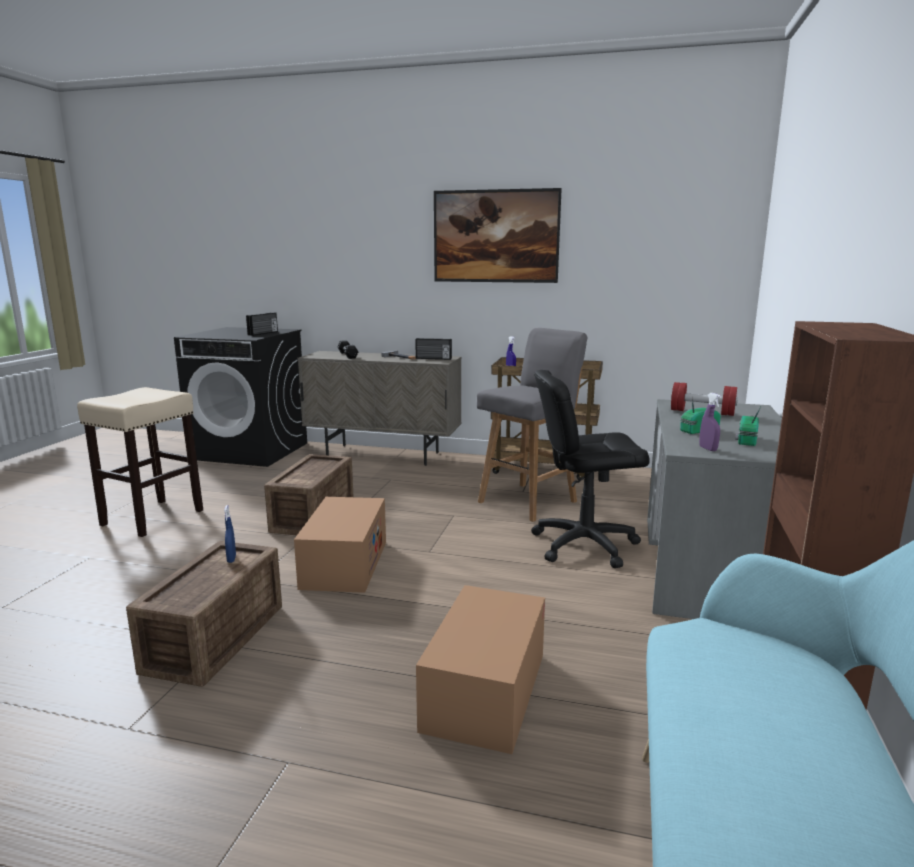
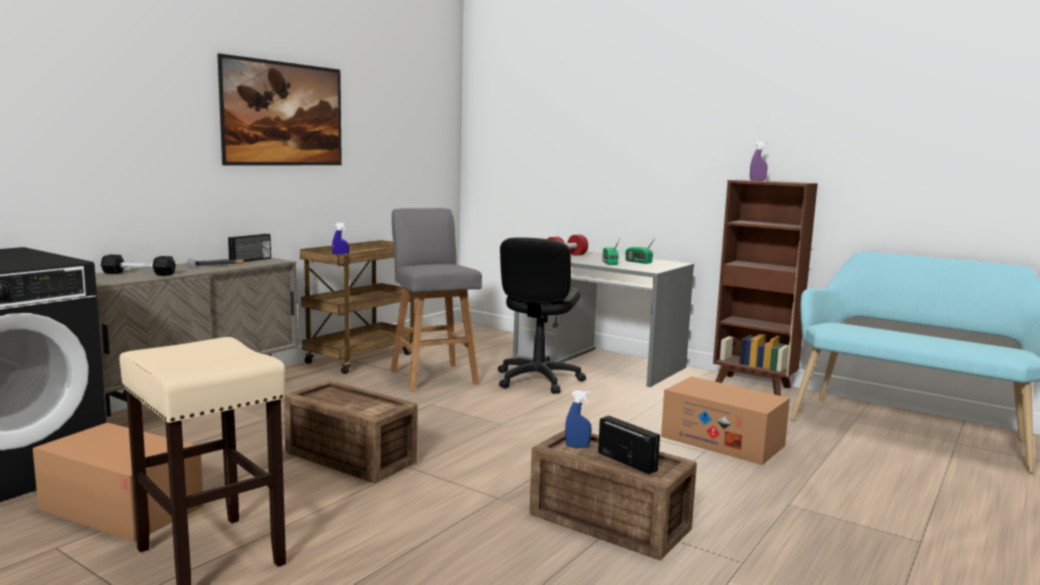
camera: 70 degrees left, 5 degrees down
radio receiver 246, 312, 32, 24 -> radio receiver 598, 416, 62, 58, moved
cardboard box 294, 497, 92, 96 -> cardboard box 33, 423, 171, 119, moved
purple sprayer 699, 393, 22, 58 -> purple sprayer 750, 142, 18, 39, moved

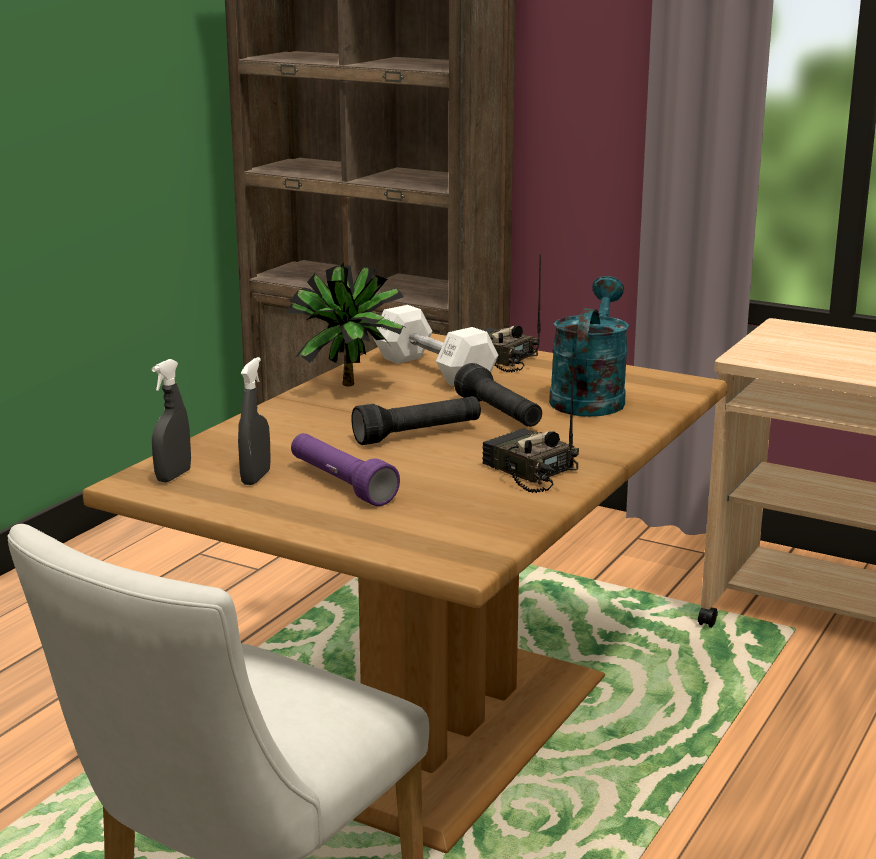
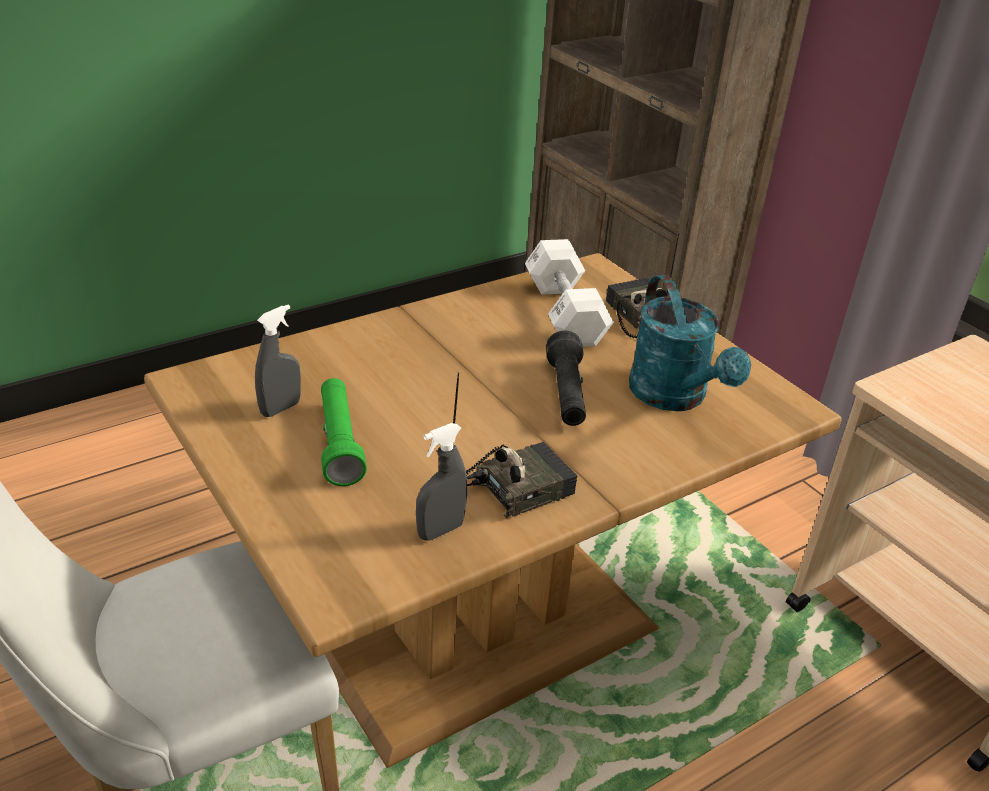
camera: 25 degrees right, 15 degrees up
gray sprayer 152, 359, 39, 123 -> gray sprayer 416, 423, 51, 118, moved
plant in a pot 286, 263, 118, 124 -> none
purple flashlight 291, 433, 109, 73 -> green flashlight 321, 378, 46, 108
black-coloured flashlight 351, 396, 130, 49 -> none
radio receiver 483, 348, 96, 145 -> radio receiver 453, 372, 124, 146, 75 degrees clockwise
blue-green sprinkling can 549, 276, 80, 141 -> blue-green sprinkling can 629, 275, 122, 136, 120 degrees clockwise

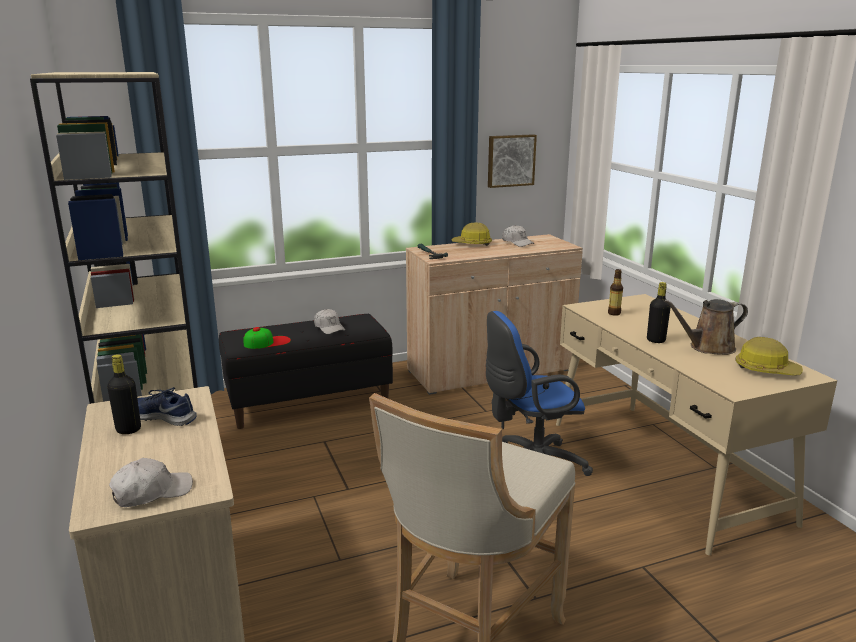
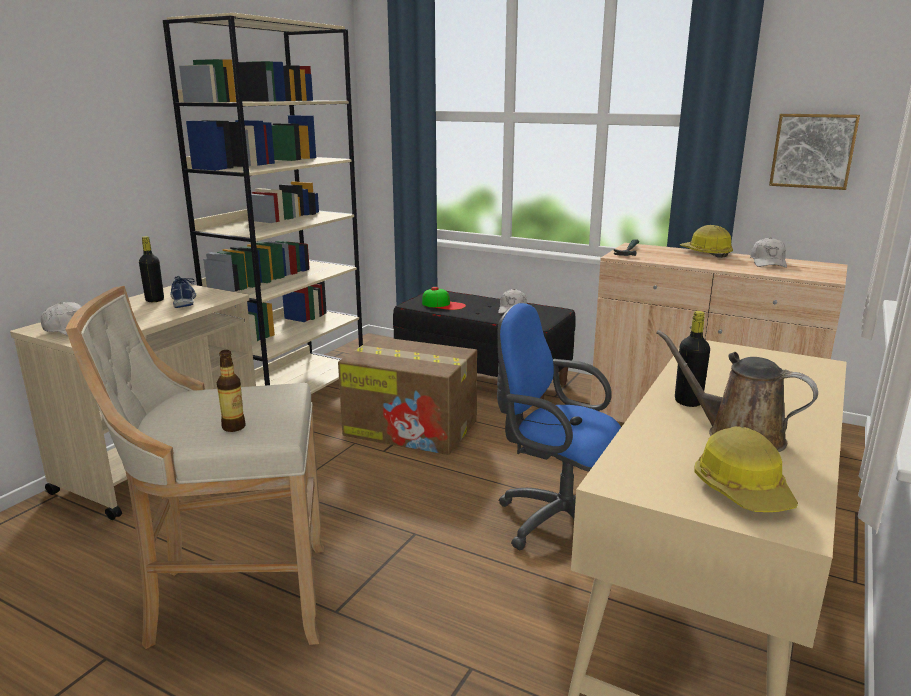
camera: 50 degrees right, 0 degrees up
beverage bottle 608, 269, 15, 47 -> beverage bottle 217, 350, 29, 82, moved
none -> cardboard box 338, 336, 139, 119

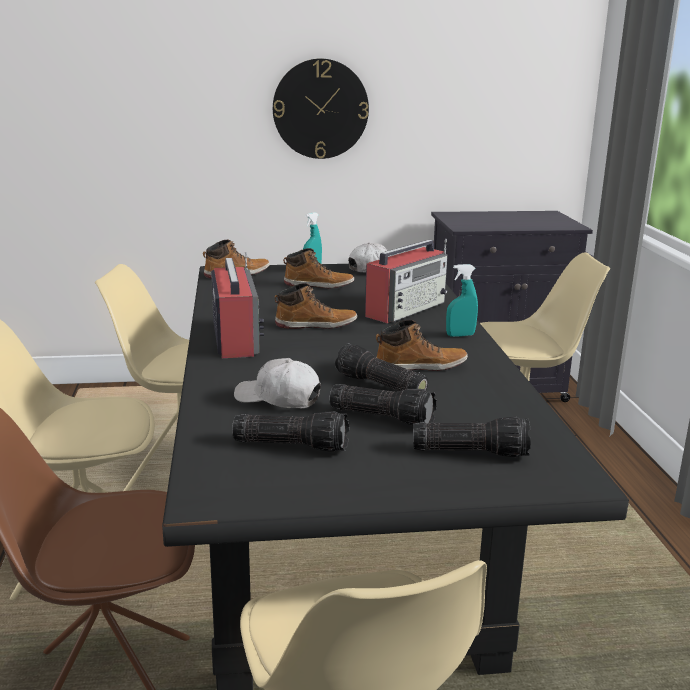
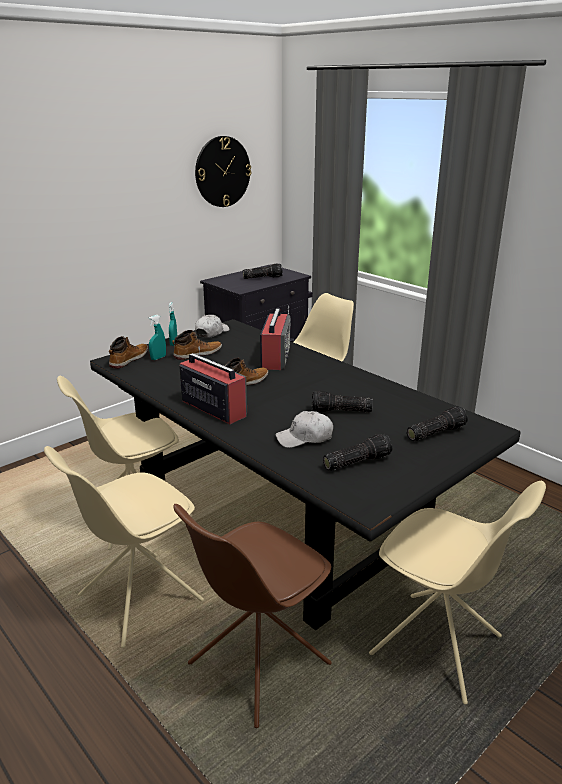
camera: 35 degrees left, 5 degrees up
wall clock 273, 59, 96, 100 -> wall clock 195, 136, 56, 71, moved
flashlight 330, 384, 107, 41 -> flashlight 243, 263, 40, 16, moved
high-top boot 376, 320, 92, 51 -> none
blue-green sprayer 446, 264, 32, 73 -> blue-green sprayer 148, 315, 18, 45, moved

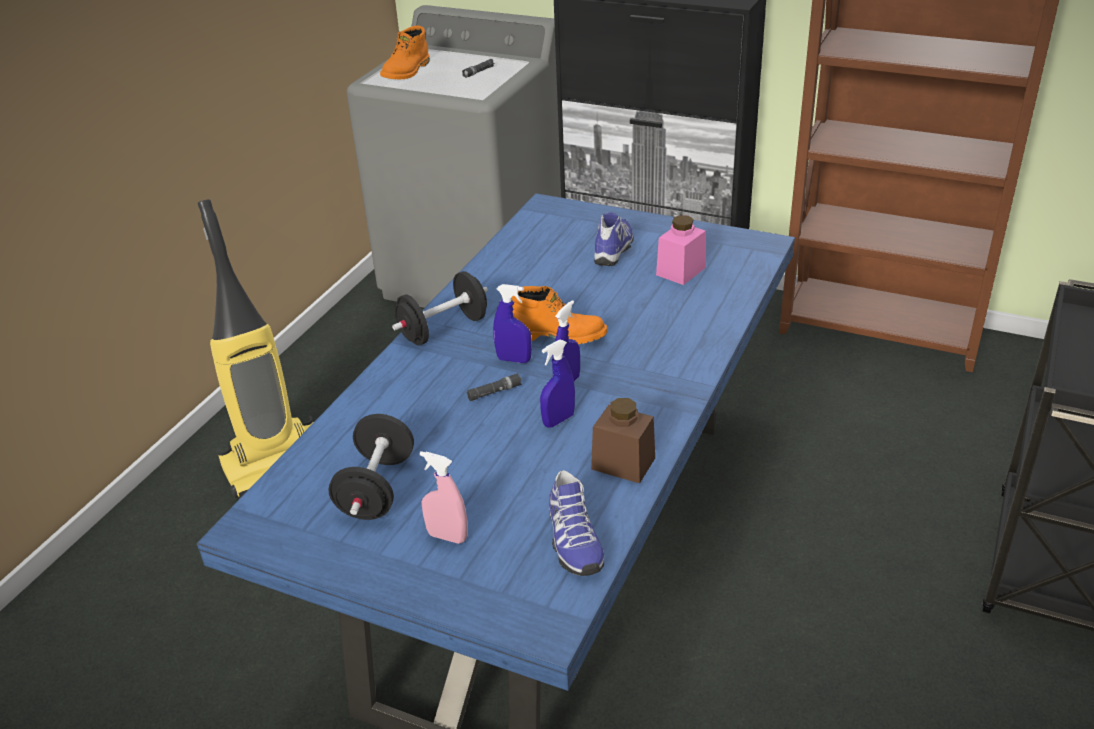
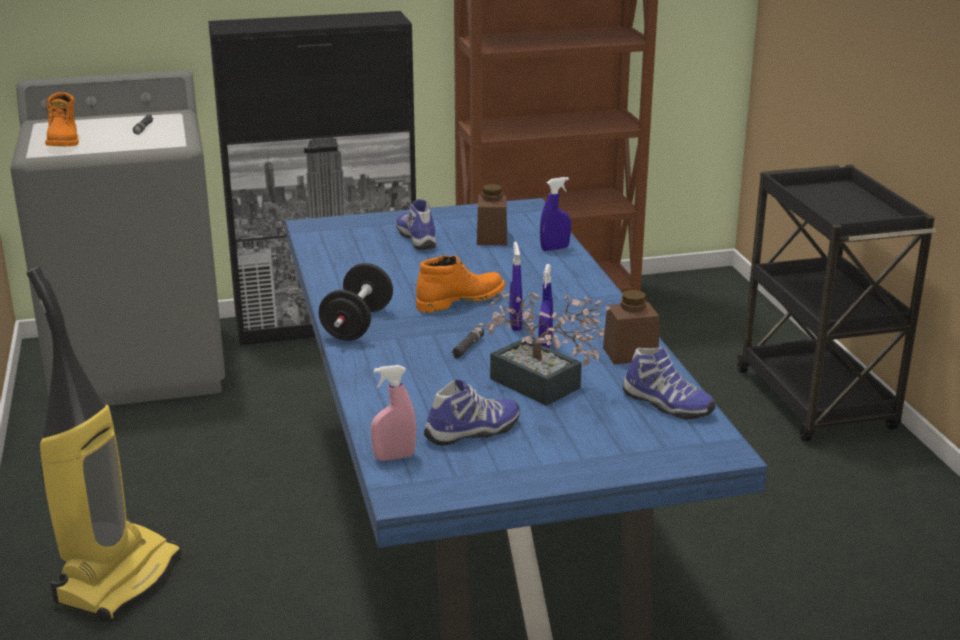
camera: 40 degrees left, 10 degrees down
black-coloured hand weight 328, 414, 86, 106 -> low shoe 424, 379, 96, 67
pink sprayer 419, 451, 48, 93 -> pink sprayer 371, 365, 45, 96, moved
blue sprayer 493, 284, 39, 79 -> blue sprayer 540, 177, 31, 74, moved
pink preserve jar 656, 215, 50, 70 -> brown preserve jar 477, 184, 30, 61
none -> plant in a pot 474, 292, 136, 114

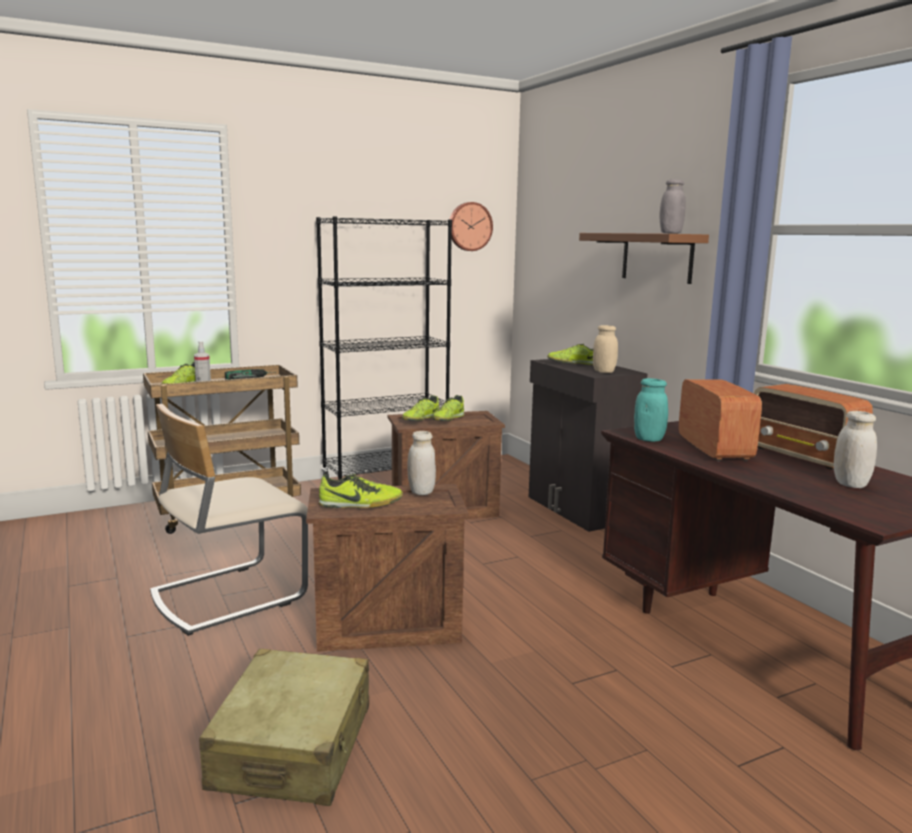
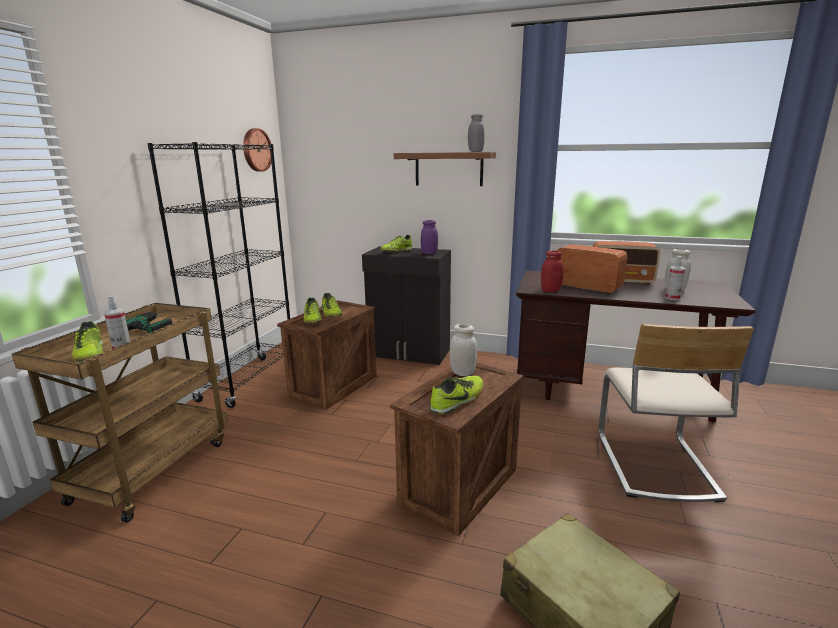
camera: 45 degrees left, 5 degrees up
sand-coloured plain chair 150, 404, 158, 232 -> sand-coloured plain chair 598, 324, 156, 178, moved
sand-coloured preserve jar 593, 325, 25, 48 -> purple preserve jar 421, 220, 17, 34
blue-green preserve jar 634, 378, 34, 64 -> red-coloured preserve jar 541, 251, 22, 42
none -> sprayer 666, 256, 19, 44

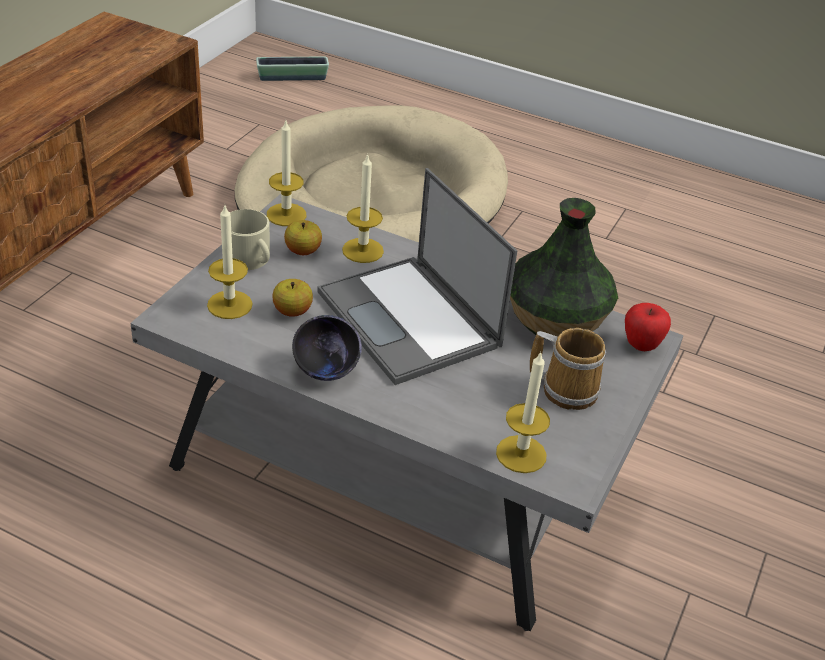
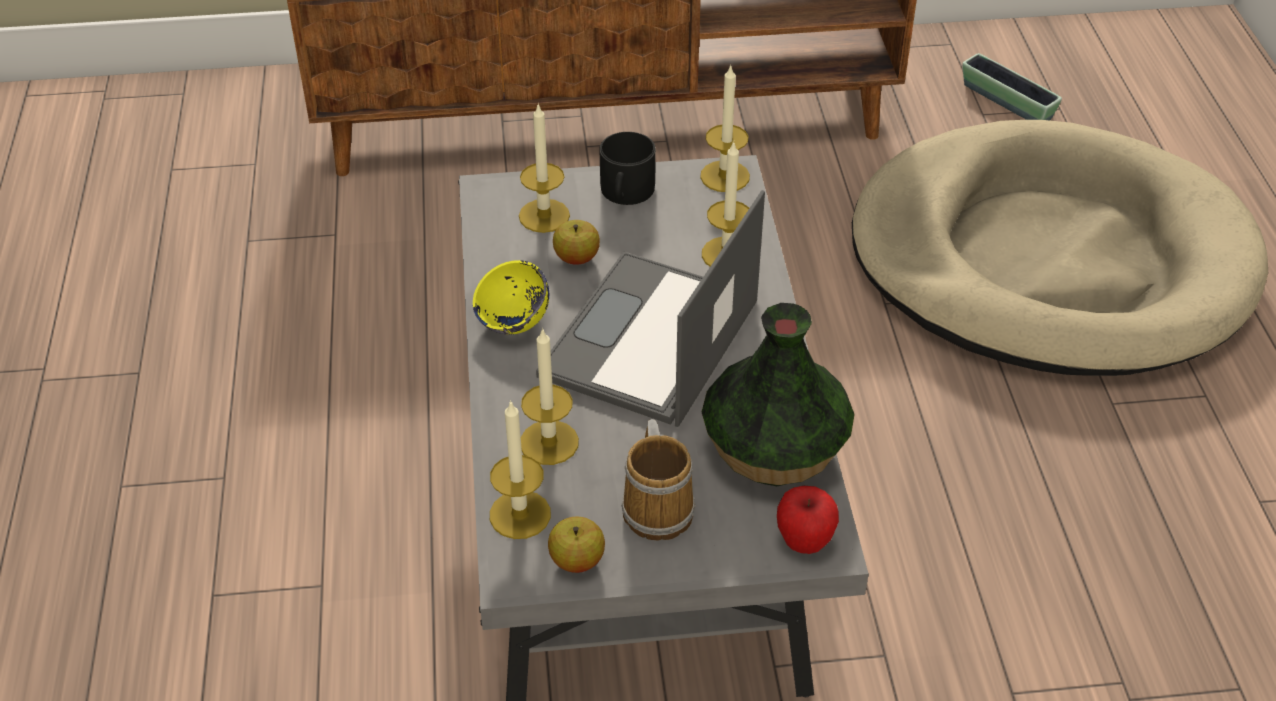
camera: 60 degrees right, 5 degrees up
sand-coloured mug 230, 209, 40, 61 -> black-coloured mug 599, 132, 57, 73
planter 256, 57, 73, 24 -> planter 962, 53, 100, 68, moved
whole apple 284, 220, 38, 35 -> whole apple 548, 517, 57, 56, moved
black-coloured serving bowl 292, 315, 70, 66 -> yellowish serving bowl 473, 260, 76, 74
none -> candle 521, 327, 58, 138

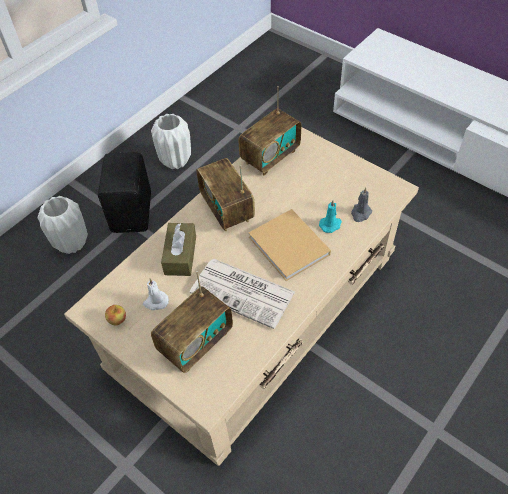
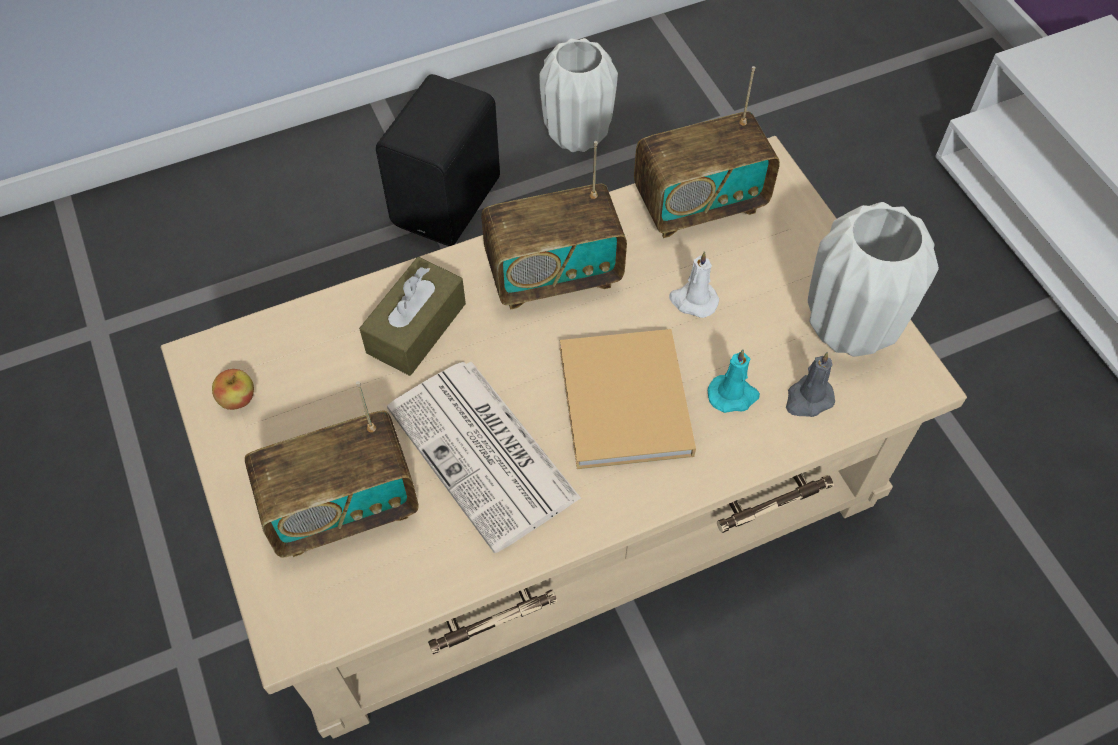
camera: 25 degrees right, 5 degrees up
white-coloured vase 38, 196, 50, 58 -> white-coloured vase 808, 202, 131, 155, moved
white-coloured candle 143, 279, 26, 31 -> white-coloured candle 669, 251, 50, 67, moved
radio receiver 196, 158, 59, 74 -> radio receiver 481, 141, 146, 169, 105 degrees counterclockwise

